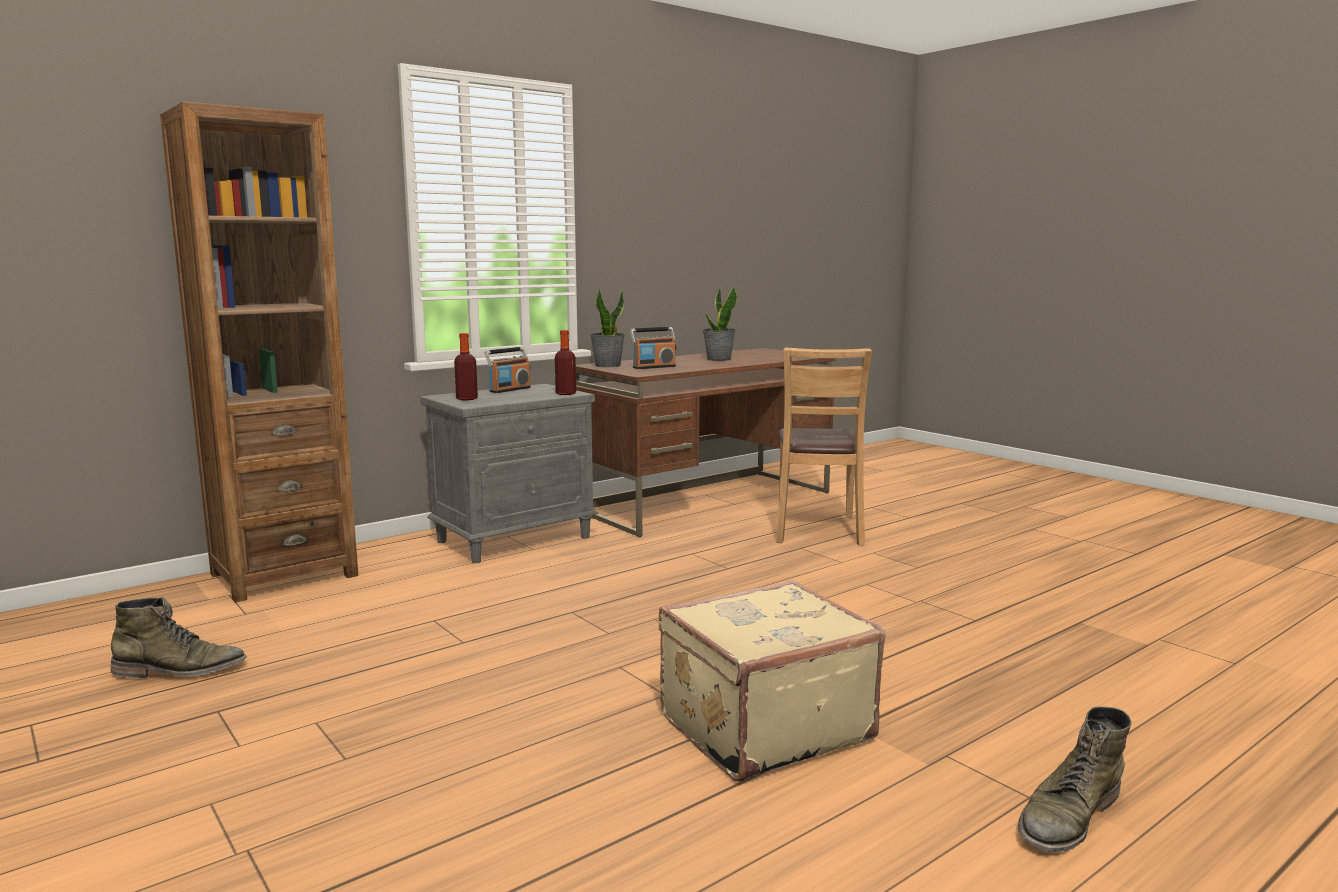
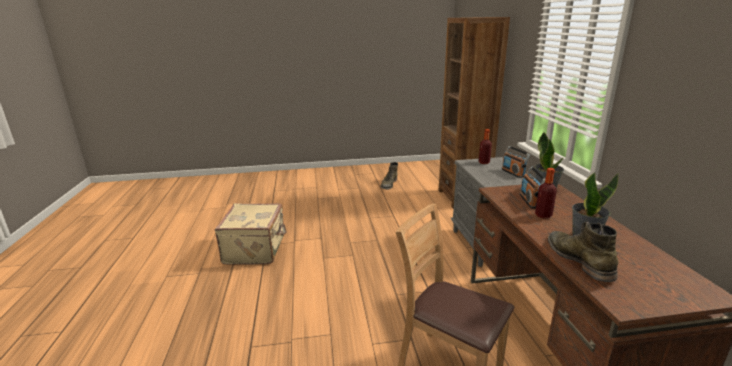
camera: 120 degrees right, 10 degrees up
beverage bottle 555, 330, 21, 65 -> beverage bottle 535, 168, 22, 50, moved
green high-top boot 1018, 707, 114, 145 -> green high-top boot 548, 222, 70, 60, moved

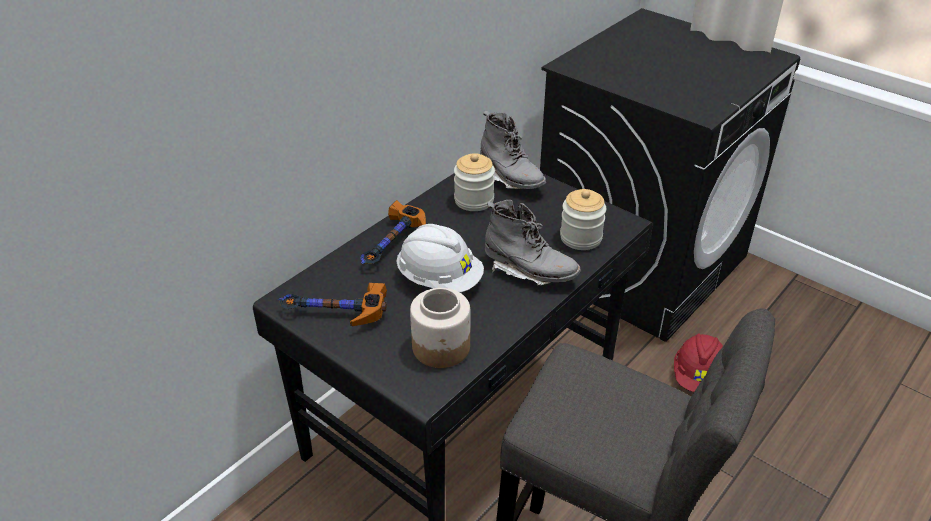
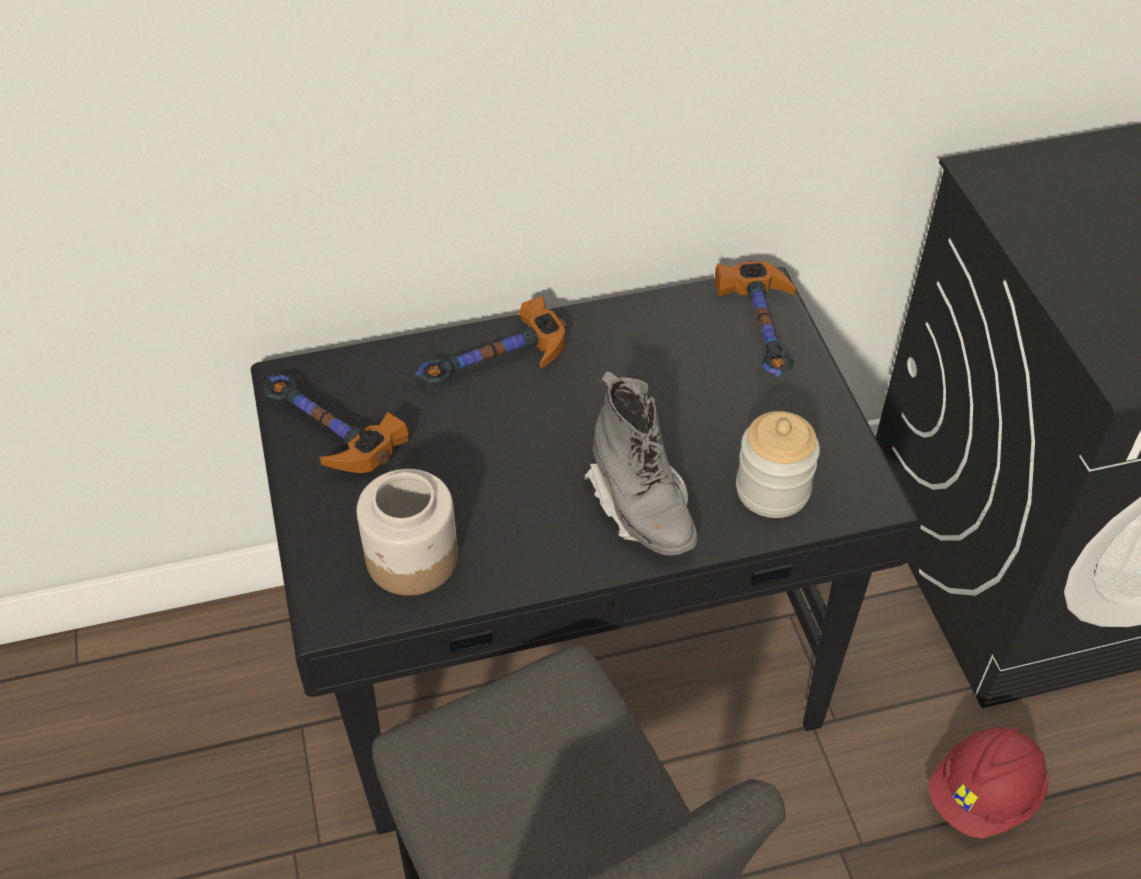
camera: 35 degrees right, 10 degrees up
white-coloured safety helmet 396, 224, 88, 68 -> none
preserve jar 454, 153, 41, 58 -> none
gray high-top boot 480, 111, 66, 78 -> hammer 715, 261, 82, 117

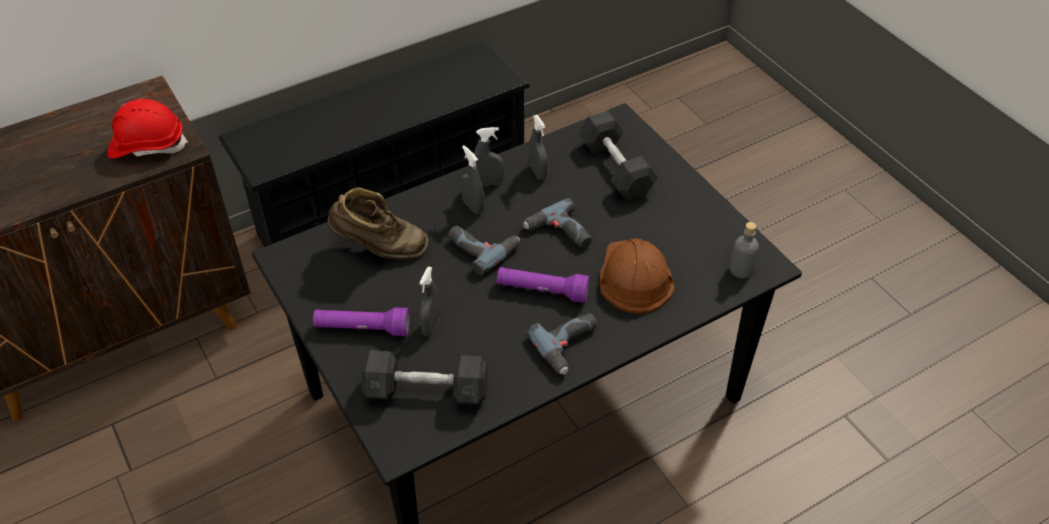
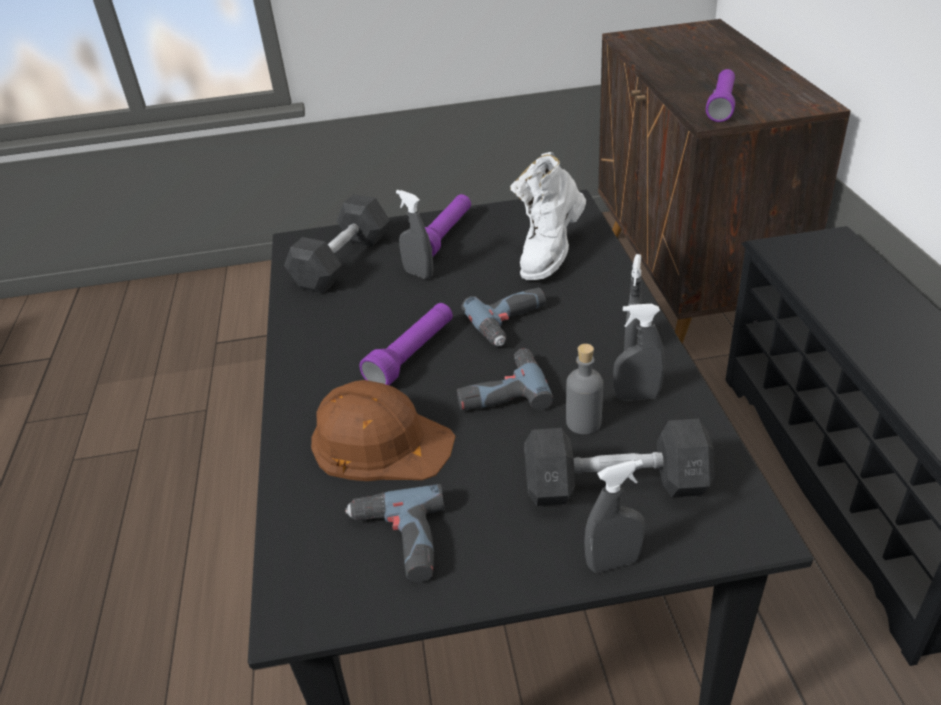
camera: 115 degrees right, 10 degrees down
red-coloured safety helmet 107, 99, 81, 60 -> purple flashlight 706, 69, 29, 53
brown high-top boot 327, 187, 101, 73 -> white-coloured high-top boot 510, 152, 76, 128
gray sprayer 461, 145, 23, 69 -> gray sprayer 584, 459, 61, 114, moved
power drill 527, 313, 70, 62 -> power drill 345, 484, 99, 98, moved
gray beverage bottle 730, 222, 29, 56 -> gray beverage bottle 566, 344, 37, 90, moved

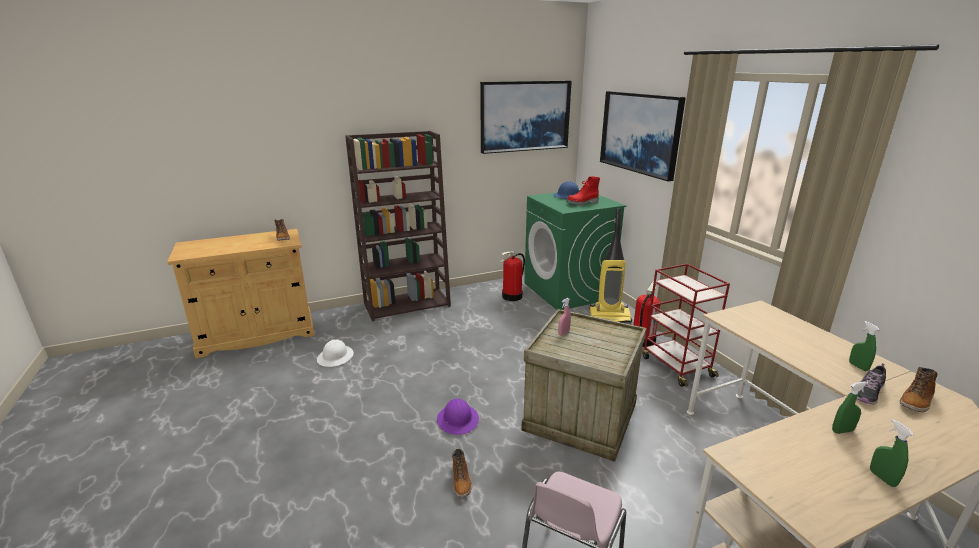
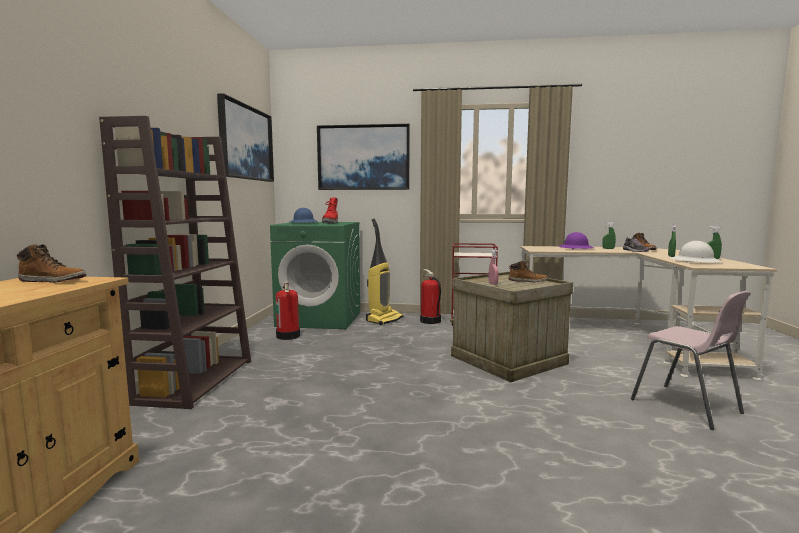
camera: 60 degrees left, 15 degrees down
white-coloured safety helmet 317, 339, 37, 28 -> white-coloured safety helmet 671, 241, 51, 22, moved
purple safety helmet 437, 399, 42, 36 -> purple safety helmet 558, 232, 36, 17, moved
high-top boot 452, 448, 20, 49 -> high-top boot 509, 261, 39, 21, moved

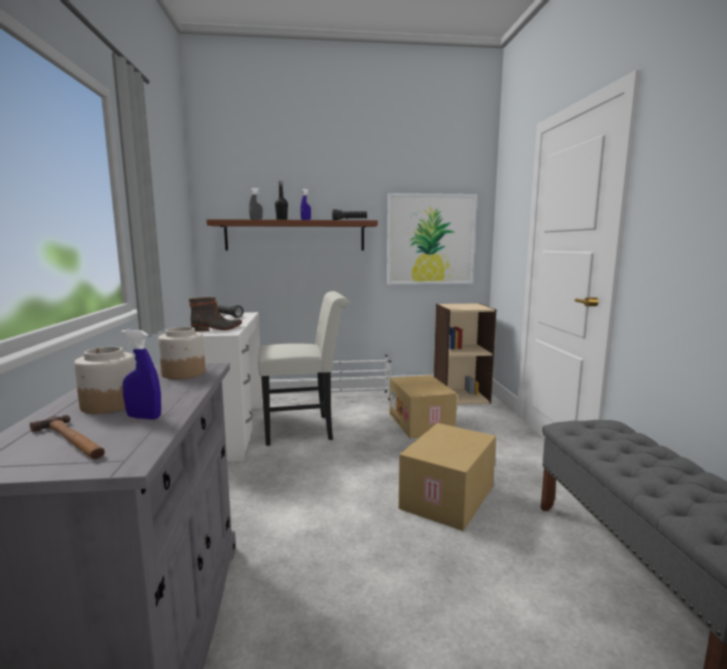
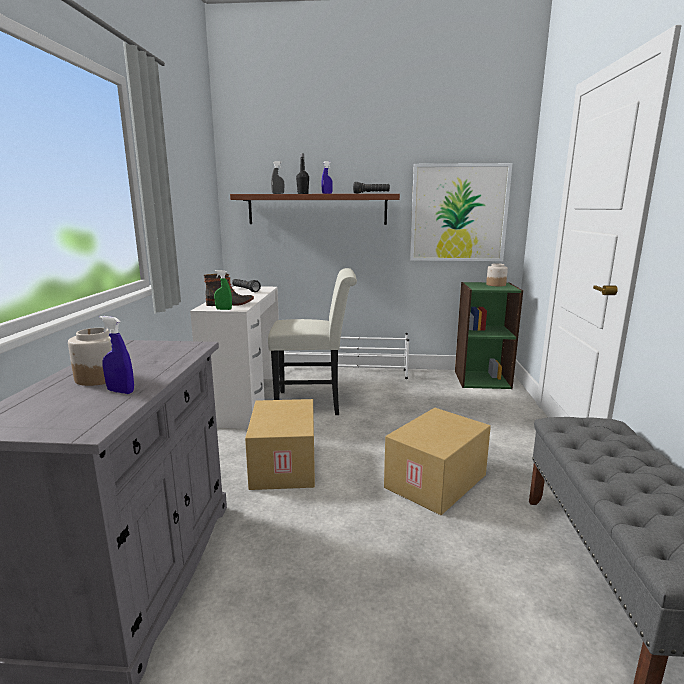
camera: 10 degrees right, 5 degrees up
hammer 30, 415, 75, 44 -> none
preserve jar 158, 327, 47, 52 -> preserve jar 486, 263, 22, 23, moved
cardboard box 390, 375, 67, 64 -> cardboard box 245, 399, 70, 91, moved
sand-coloured shelving unit 434, 303, 62, 102 -> green shelving unit 455, 282, 68, 107
none -> green sprayer 214, 270, 18, 40

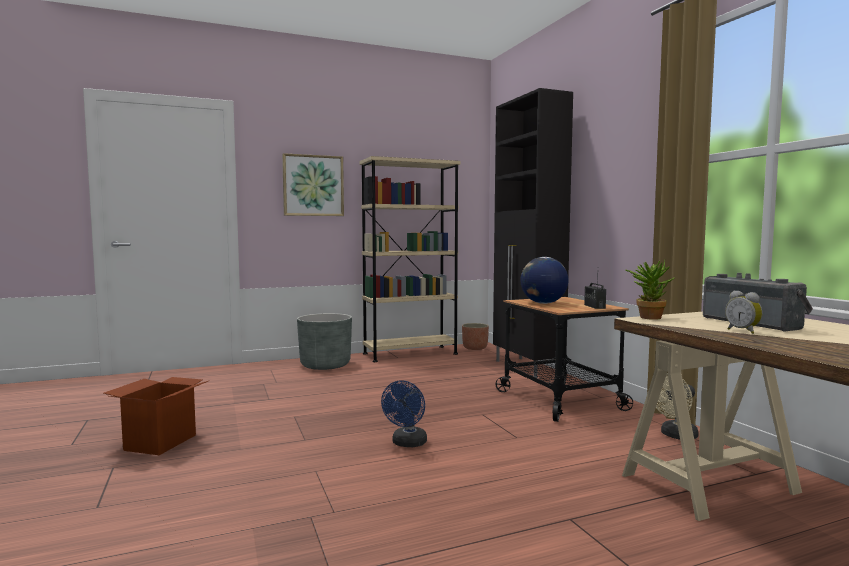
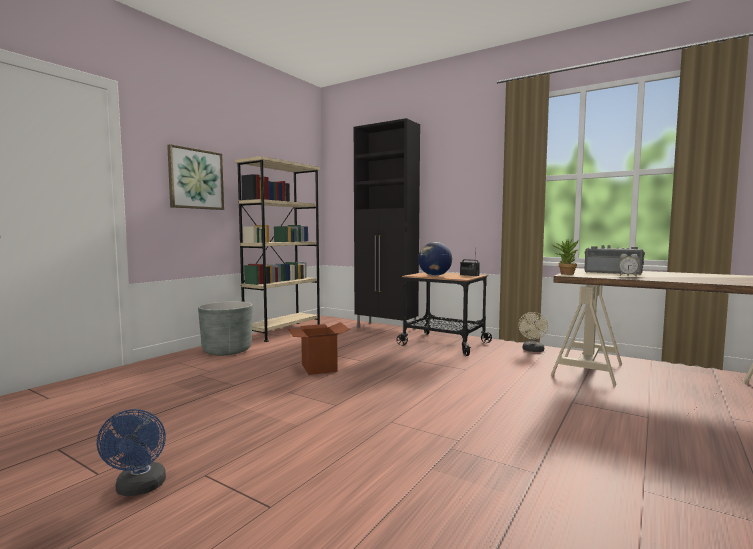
camera: 35 degrees left, 0 degrees up
cardboard box 103, 377, 105, 78 -> cardboard box 288, 322, 62, 53, moved
blue fan 381, 380, 46, 67 -> blue fan 97, 409, 69, 87, moved
planter 462, 323, 27, 27 -> none

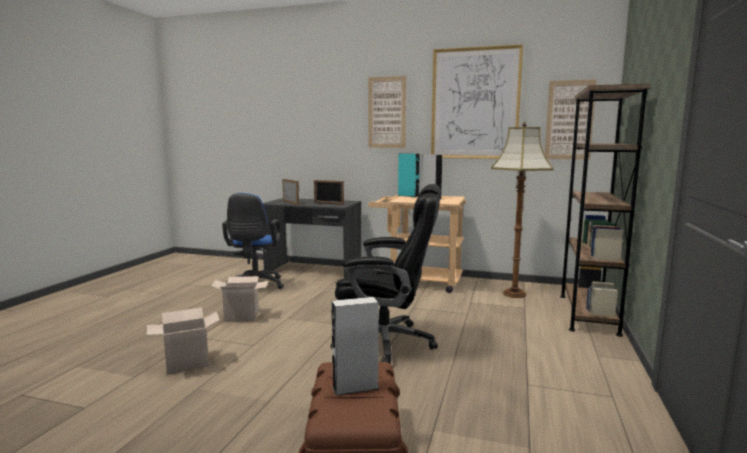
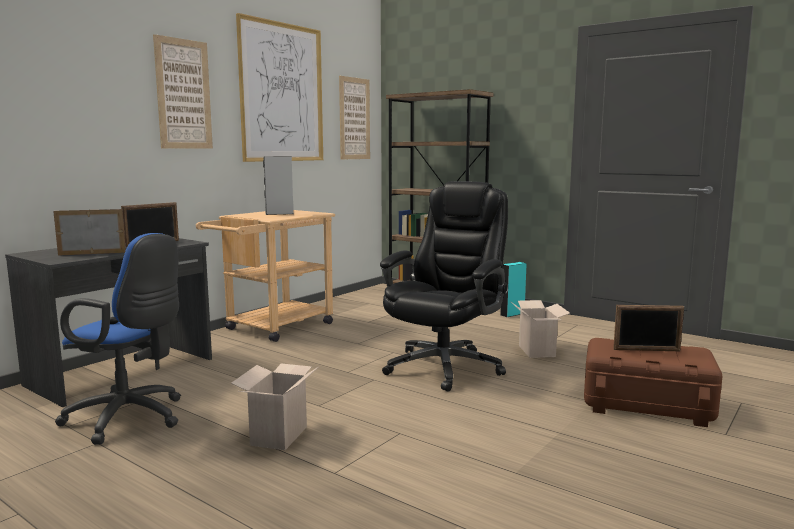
camera: 70 degrees left, 0 degrees up
cardboard box 147, 308, 73, 67 -> cardboard box 511, 300, 59, 58, moved
gray loudspeaker 331, 297, 48, 99 -> standing frame 613, 305, 71, 46
blue-green loudspeaker 398, 153, 22, 44 -> blue-green loudspeaker 500, 262, 27, 55, moved
standard lamp 491, 121, 63, 177 -> none

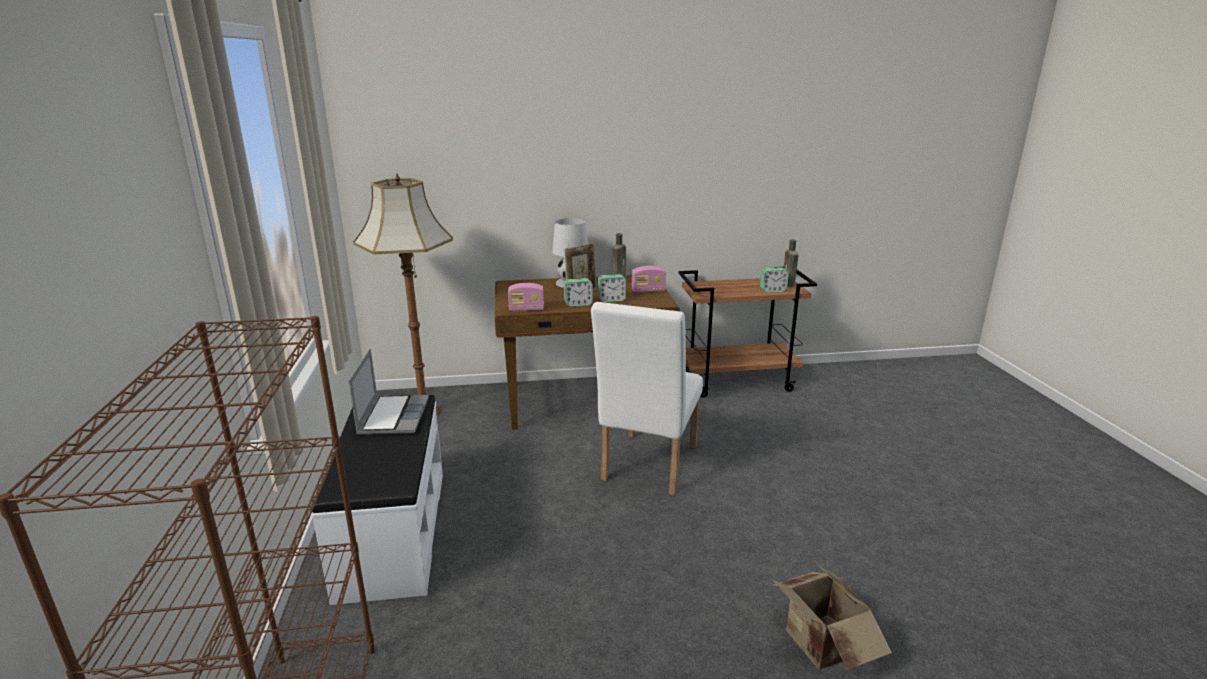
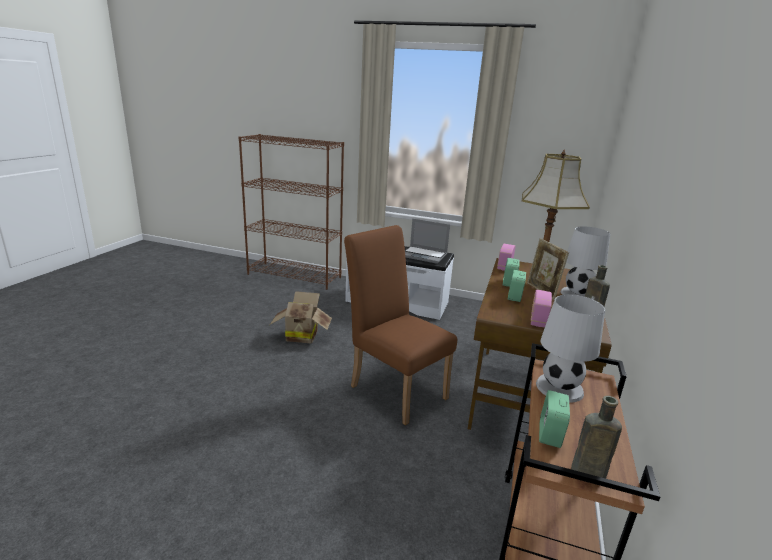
camera: 115 degrees right, 0 degrees up
white-coloured plain chair 591, 302, 112, 193 -> brown plain chair 344, 225, 113, 200
cardboard box 773, 565, 119, 105 -> cardboard box 270, 291, 62, 53, moved
none -> white-coloured table lamp 536, 294, 69, 109

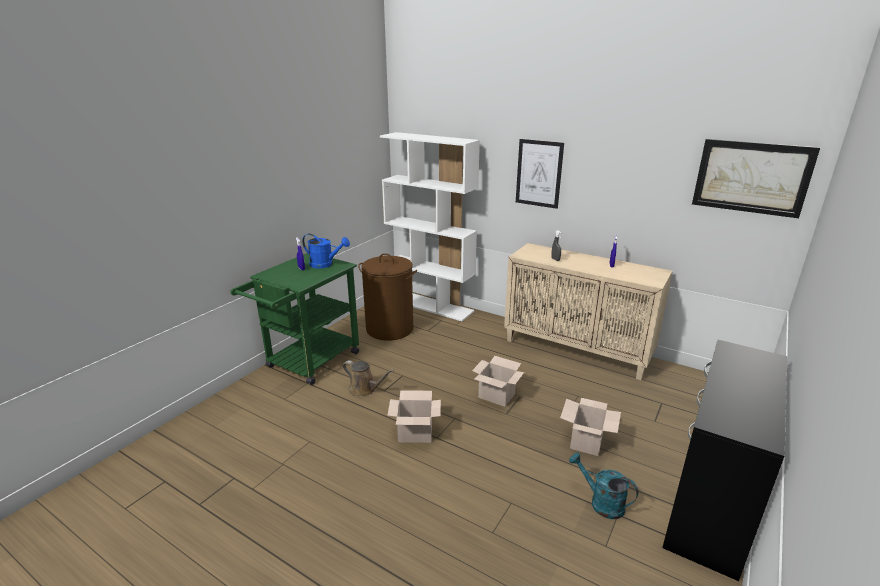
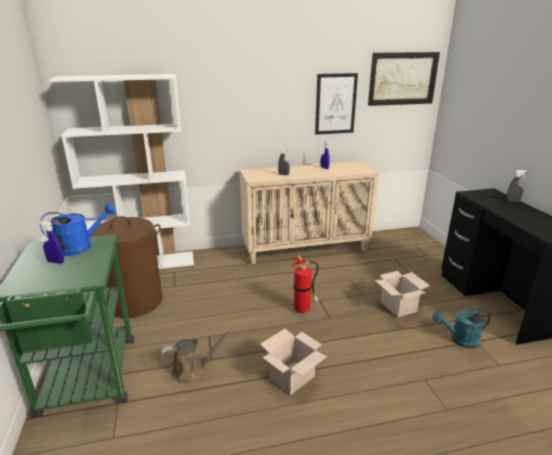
camera: 45 degrees left, 0 degrees up
cardboard box 472, 356, 52, 51 -> fire-fighting cylinder 291, 255, 28, 58
picture 516, 139, 48, 70 -> picture 315, 73, 43, 62, moved
none -> gray sprayer 506, 170, 21, 32

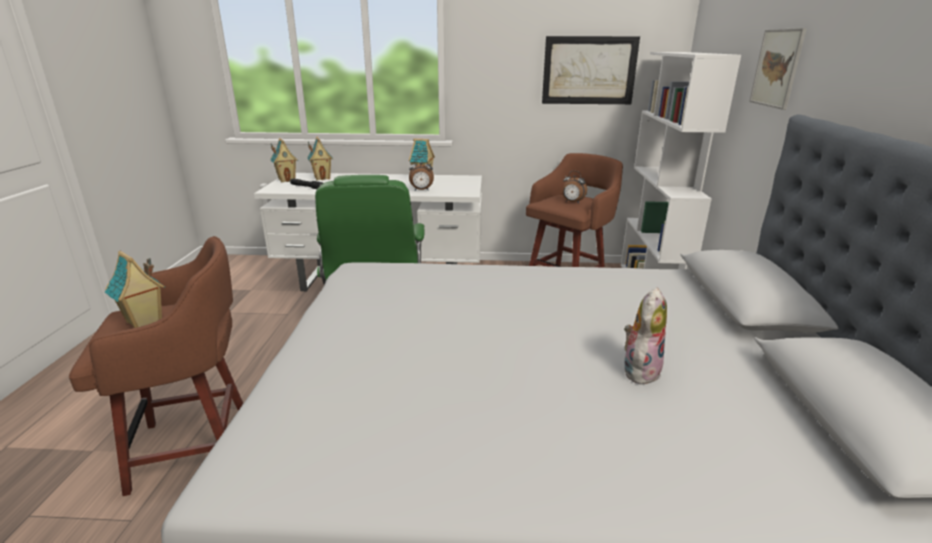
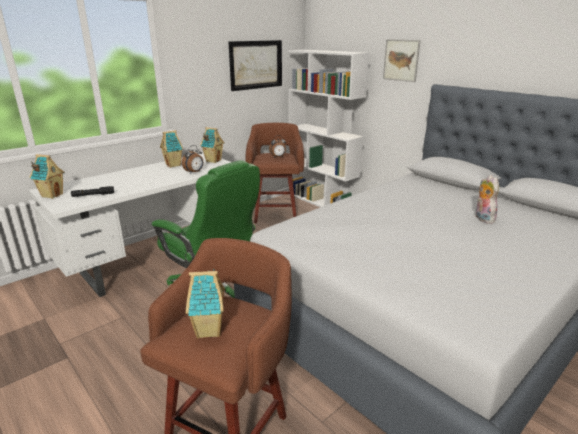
camera: 45 degrees left, 0 degrees up
miniature house 307, 137, 27, 43 -> miniature house 200, 127, 24, 36, moved

